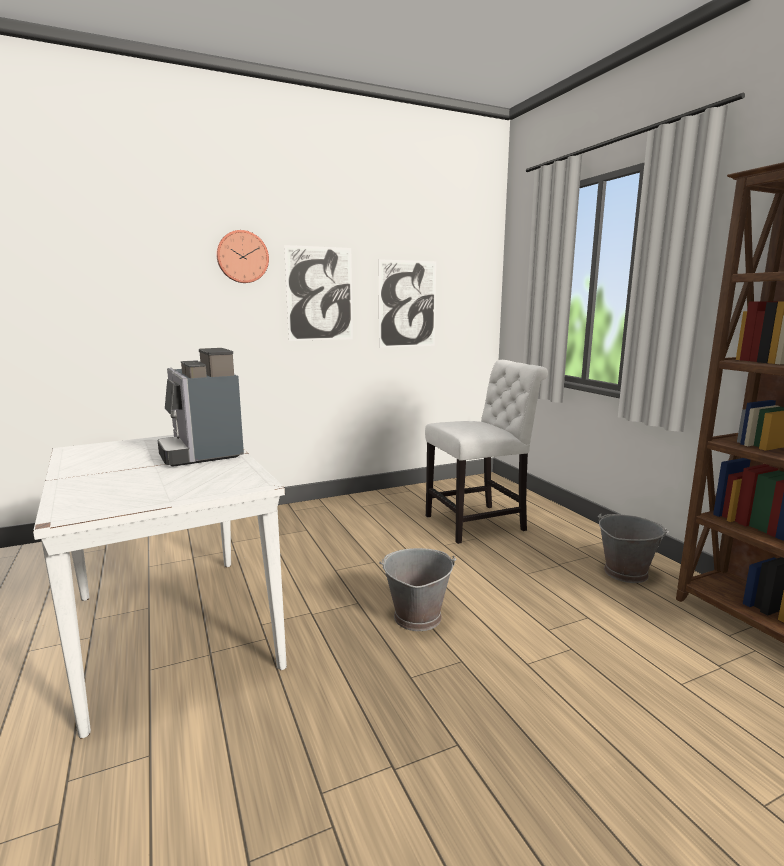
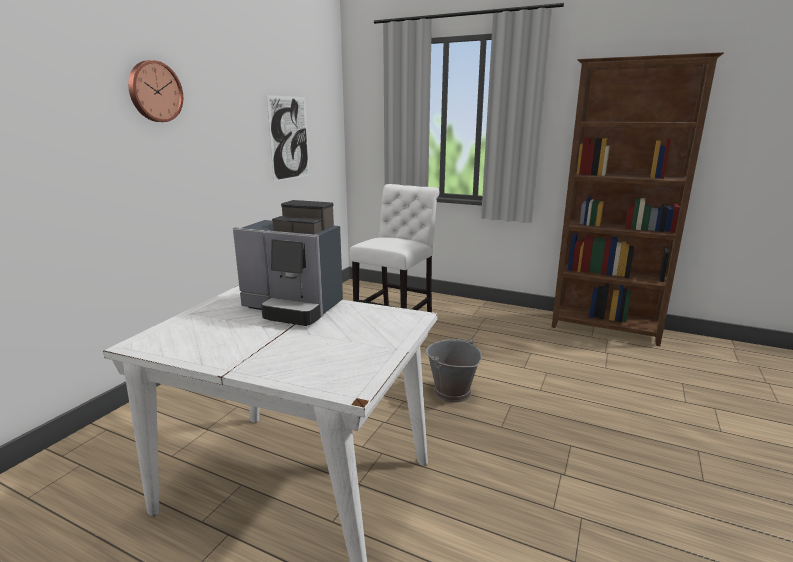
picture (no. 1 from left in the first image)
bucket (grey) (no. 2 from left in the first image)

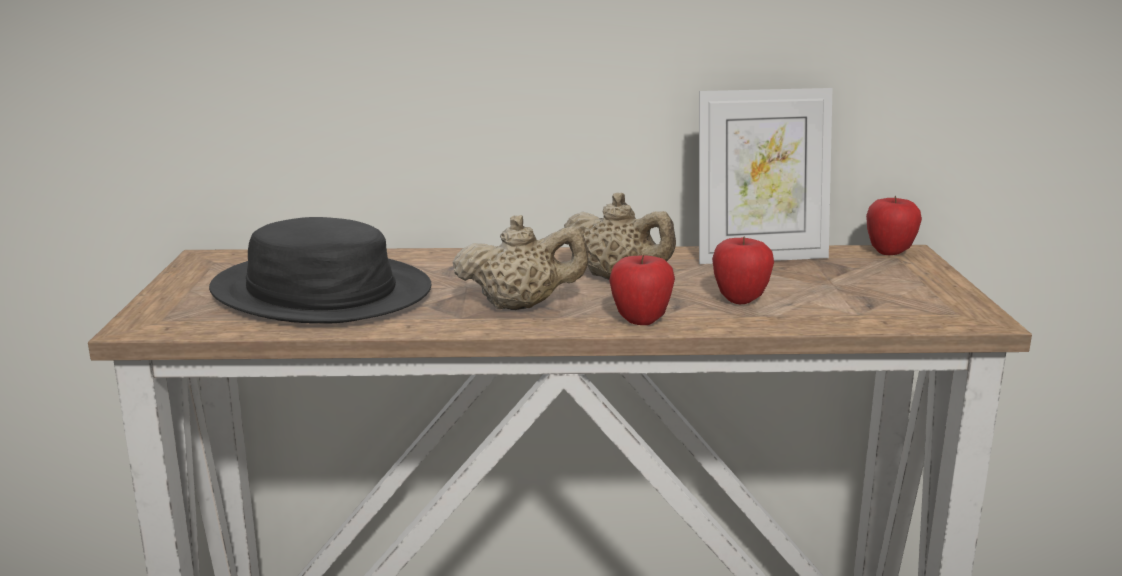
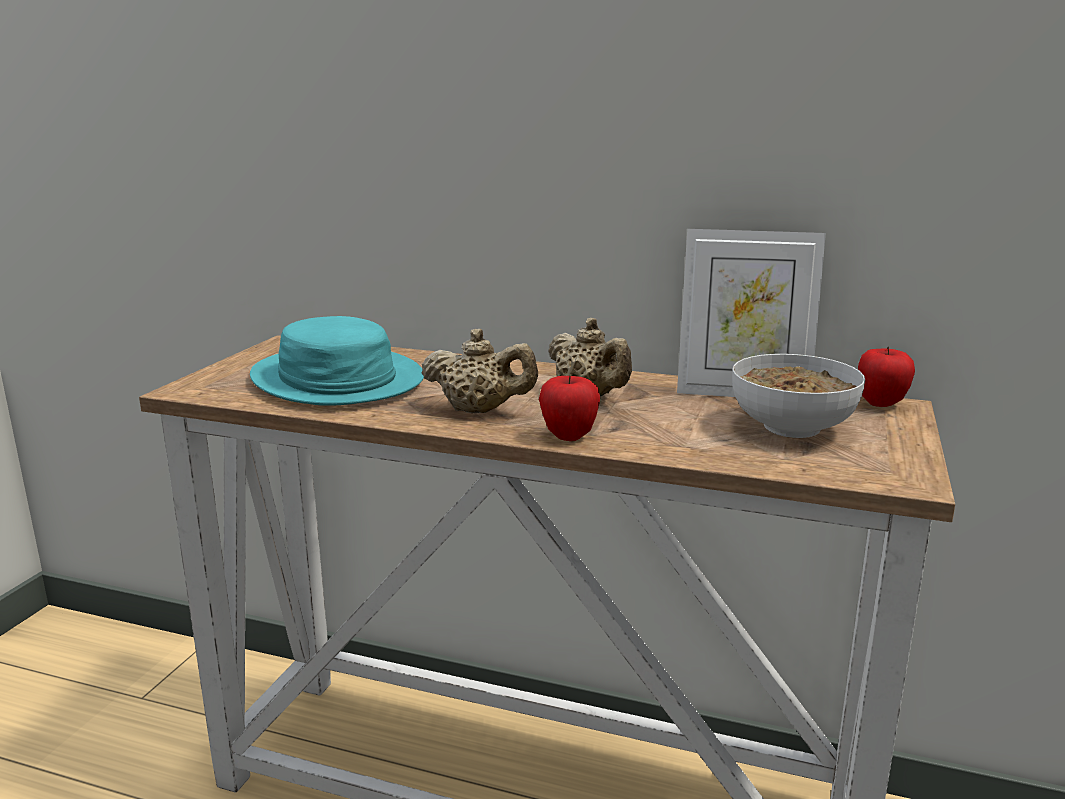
hat (turquoise)
apple (no. 2 from left in the first image)
bowl

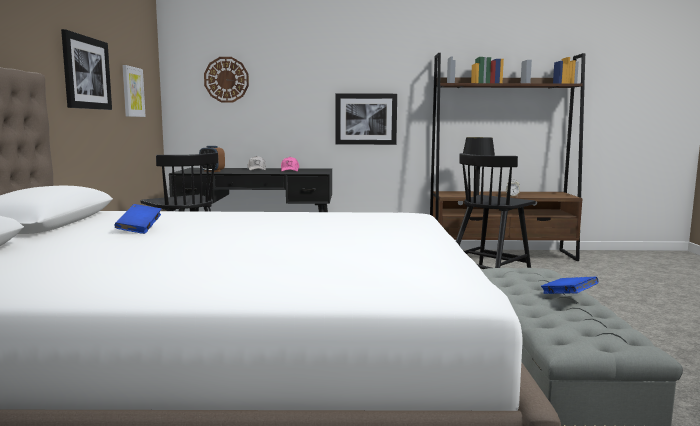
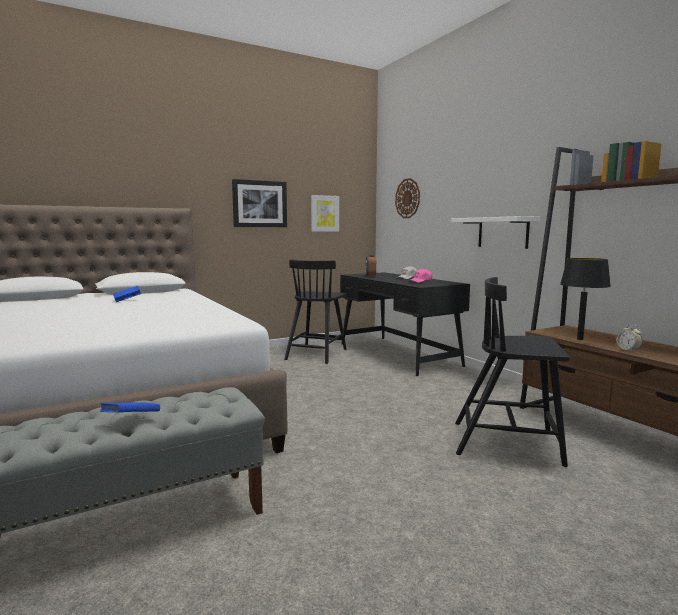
shelf (white)

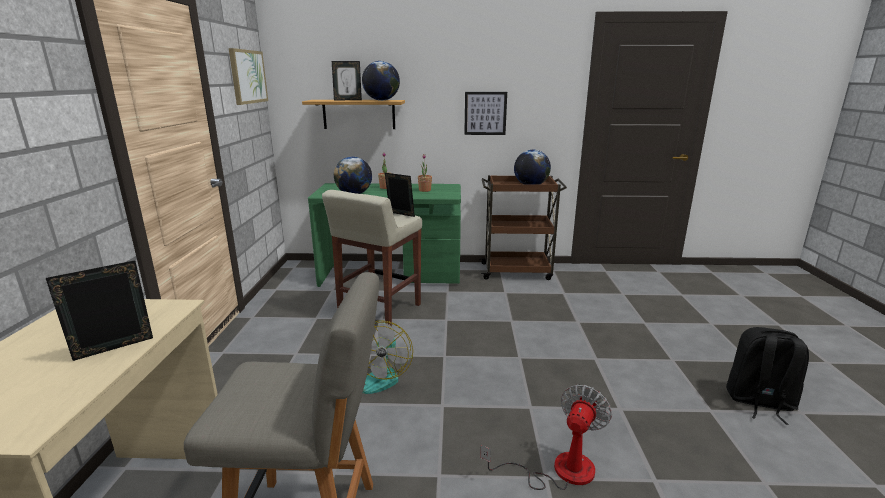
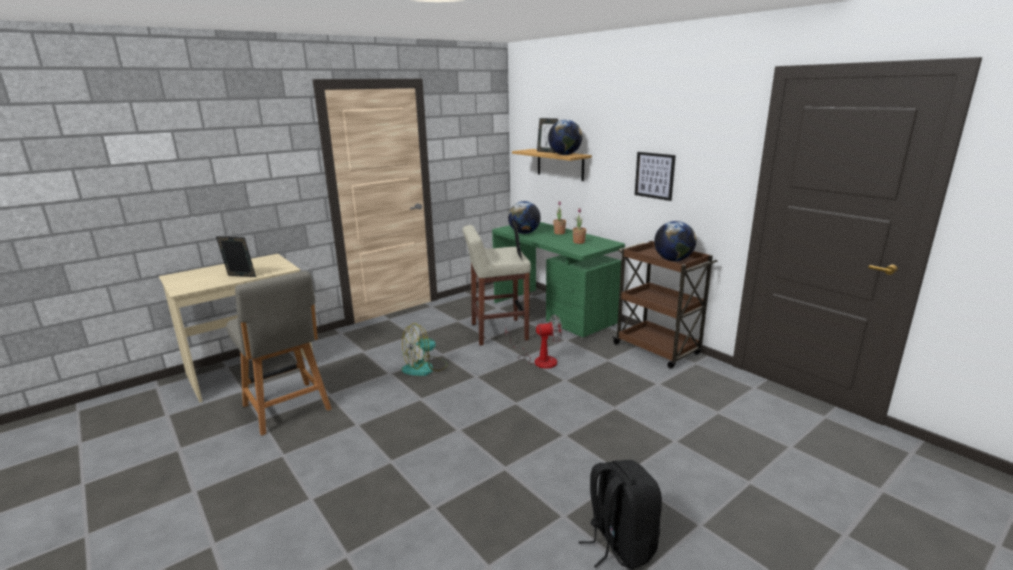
picture (no. 1 from left in the first image)
fan (no. 2 from left)

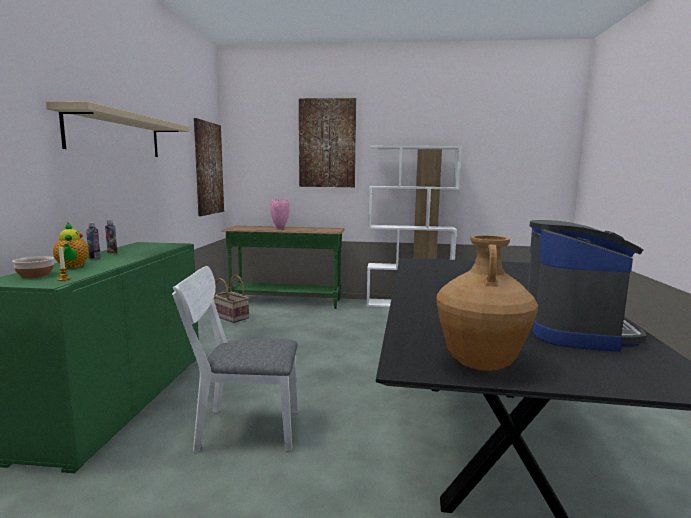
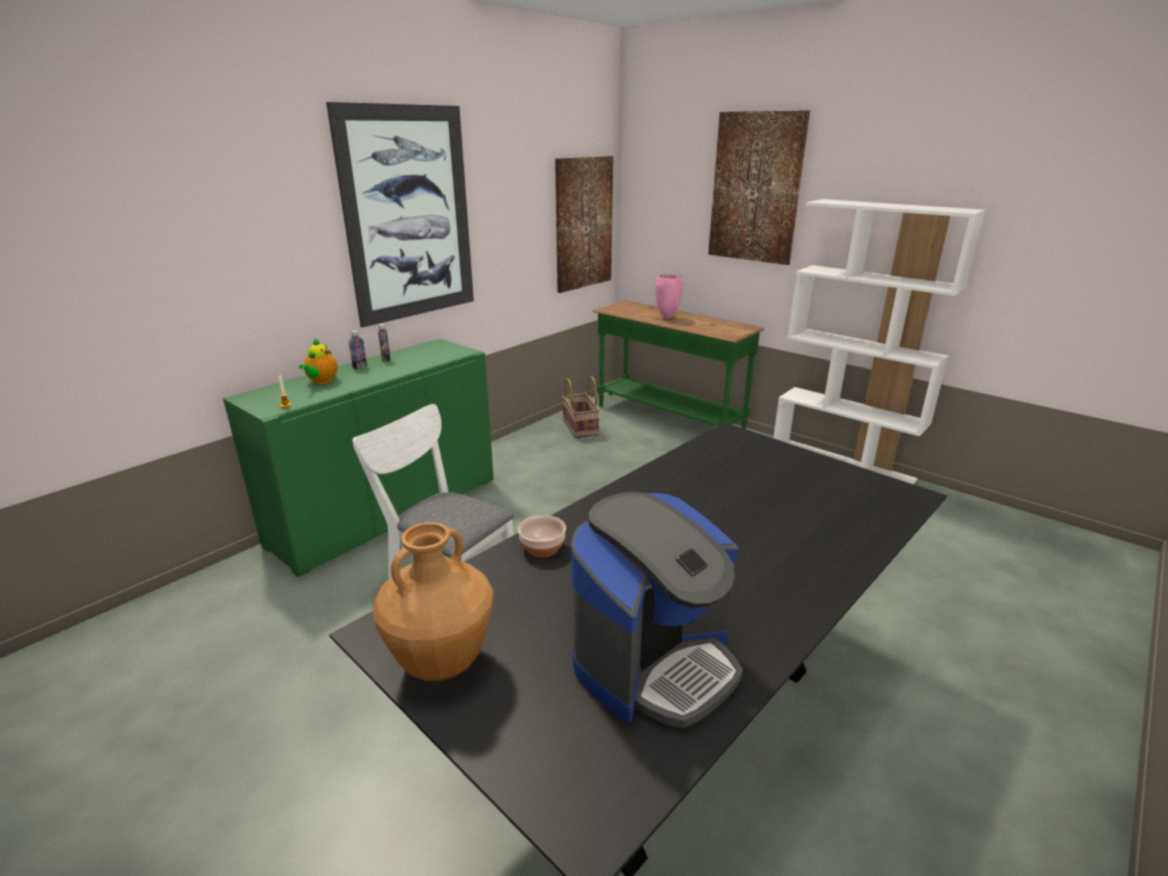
picture (no. 1 from left)
bowl

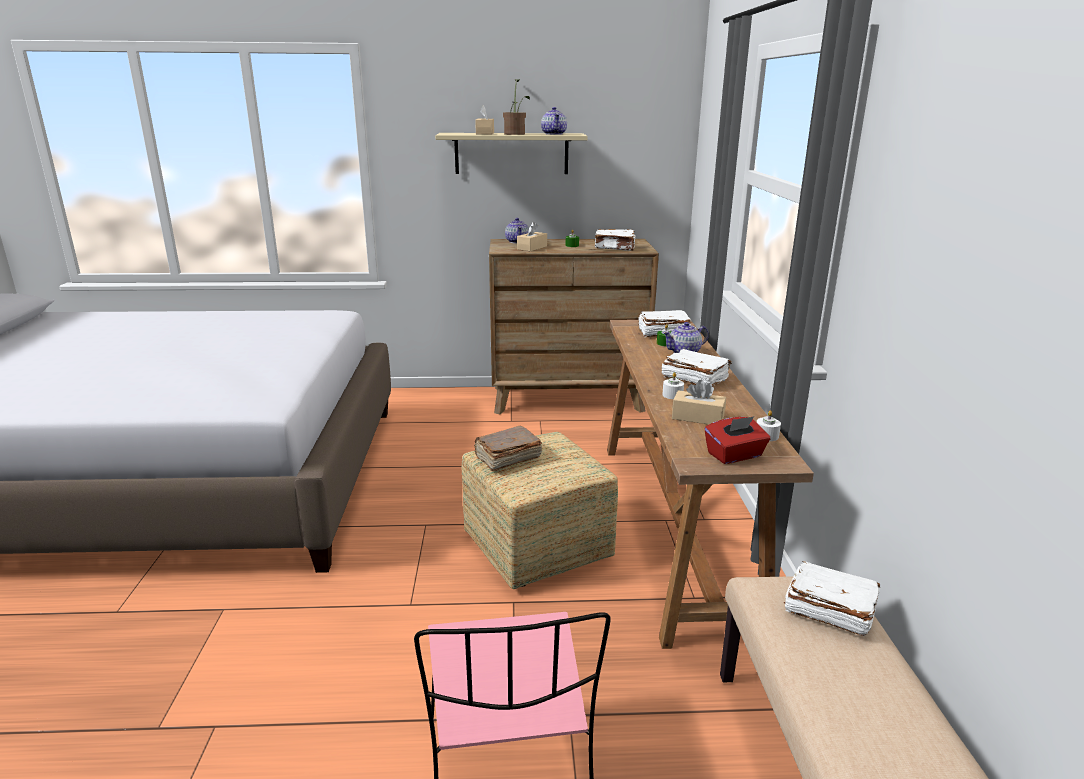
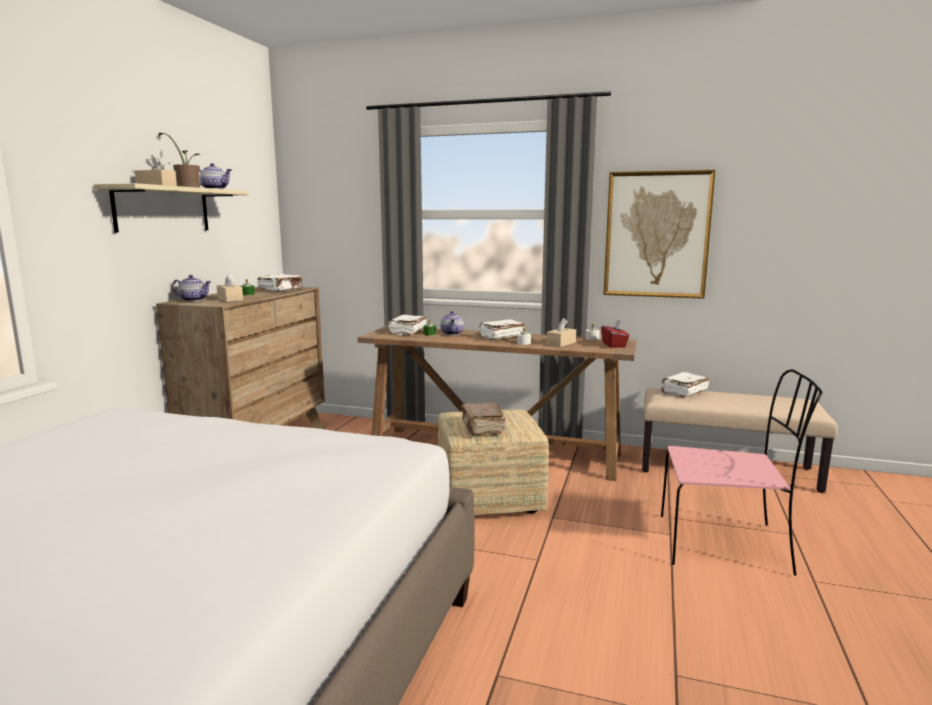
picture

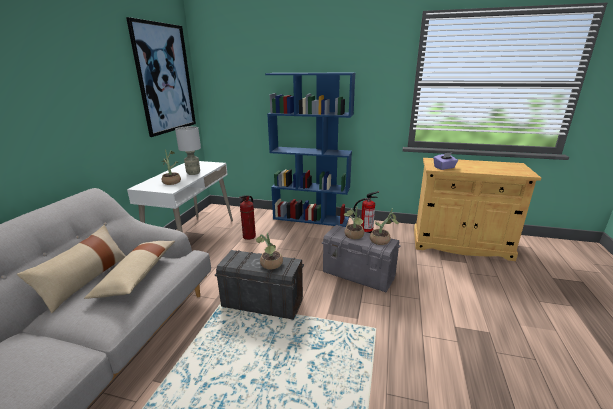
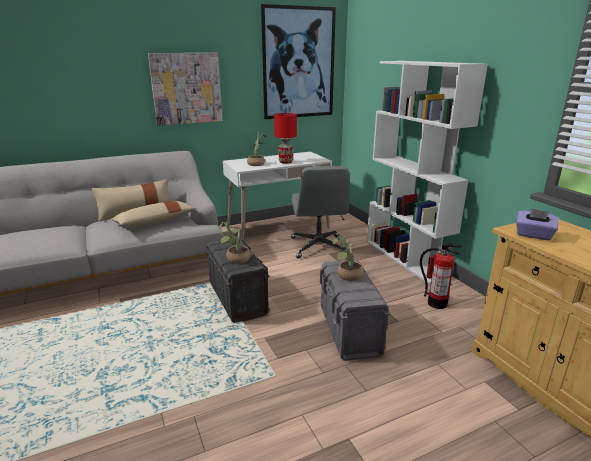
bookcase (white)
table lamp (red)
office chair (grey)
potted plant (no. 4 from left in the first image)
picture (no. 1 from left)

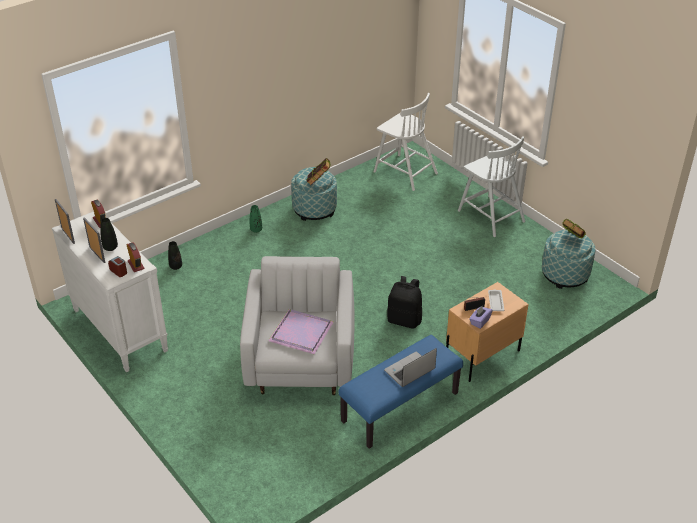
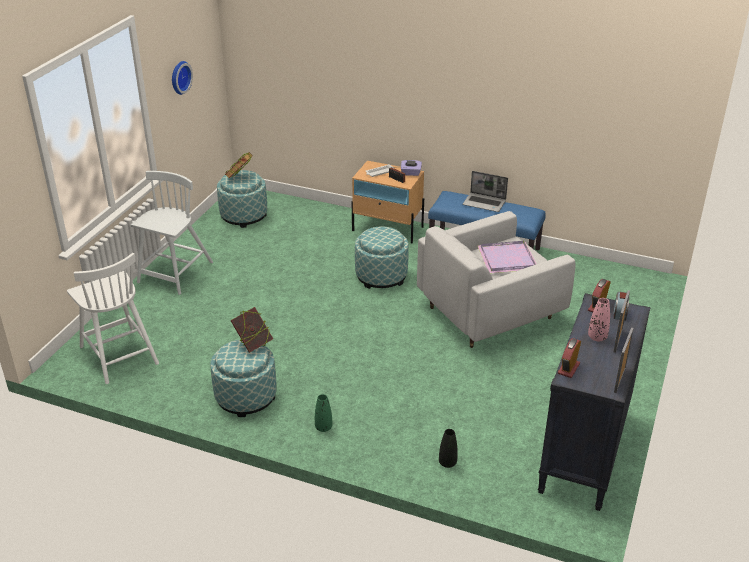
chair (white) (no. 1 from left)
dresser (black)
vase (pink)
ottoman (no. 3 from left)
wall clock

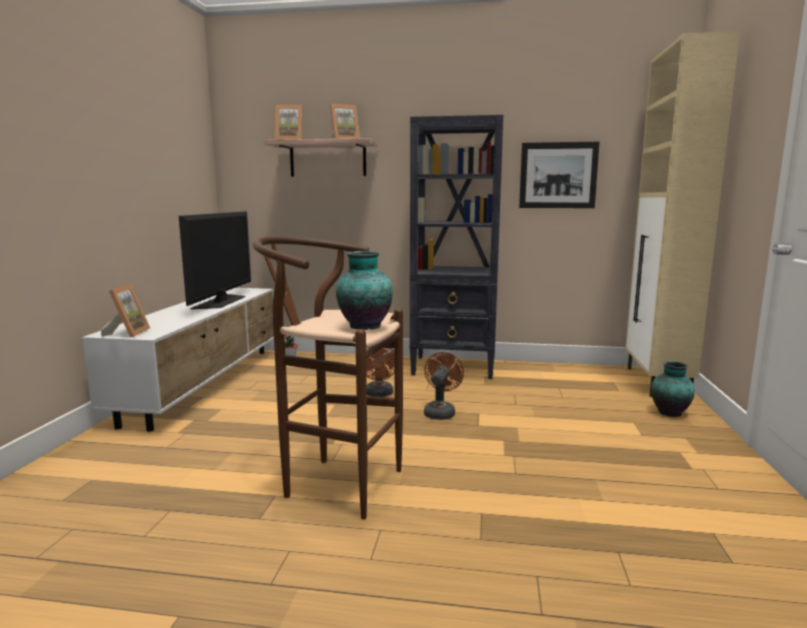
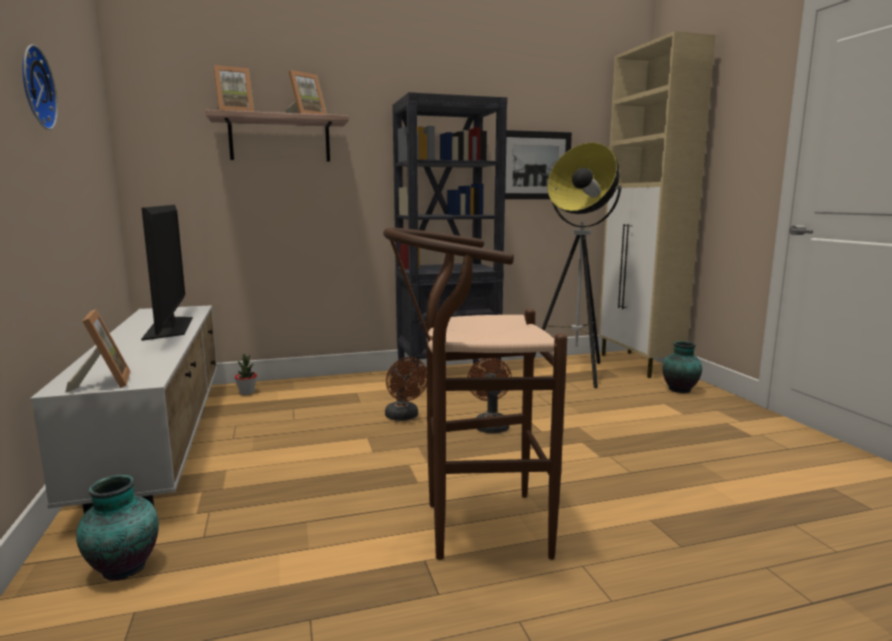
vase (no. 1 from left)
wall clock
floor lamp

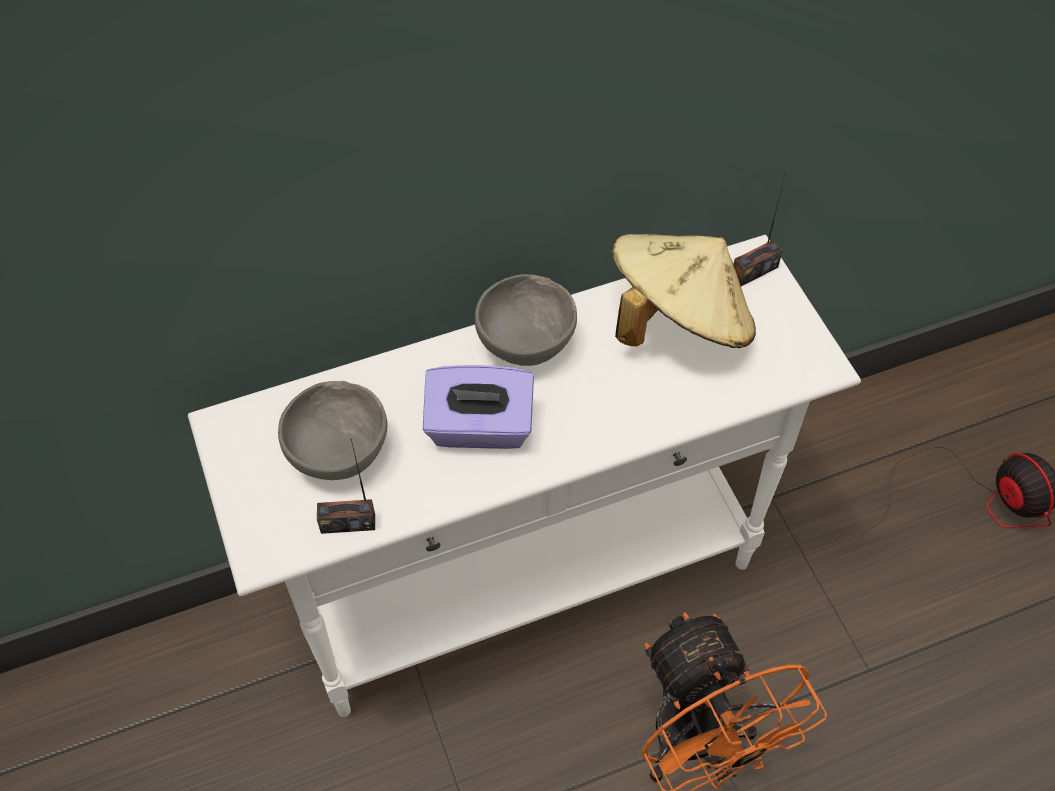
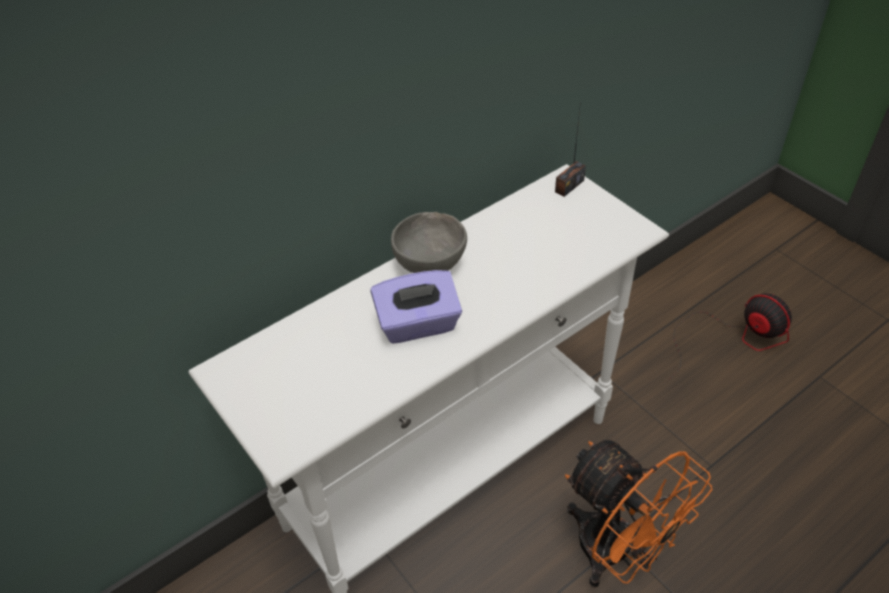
hat (beige)
bowl (grey) (no. 1 from left in the first image)
radio (no. 1 from left in the first image)

